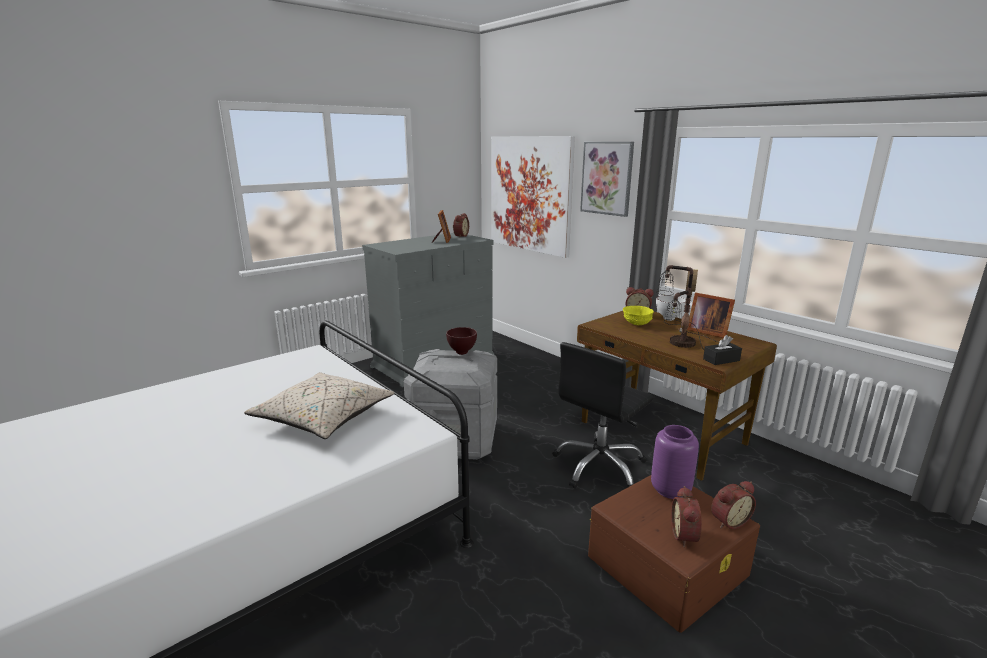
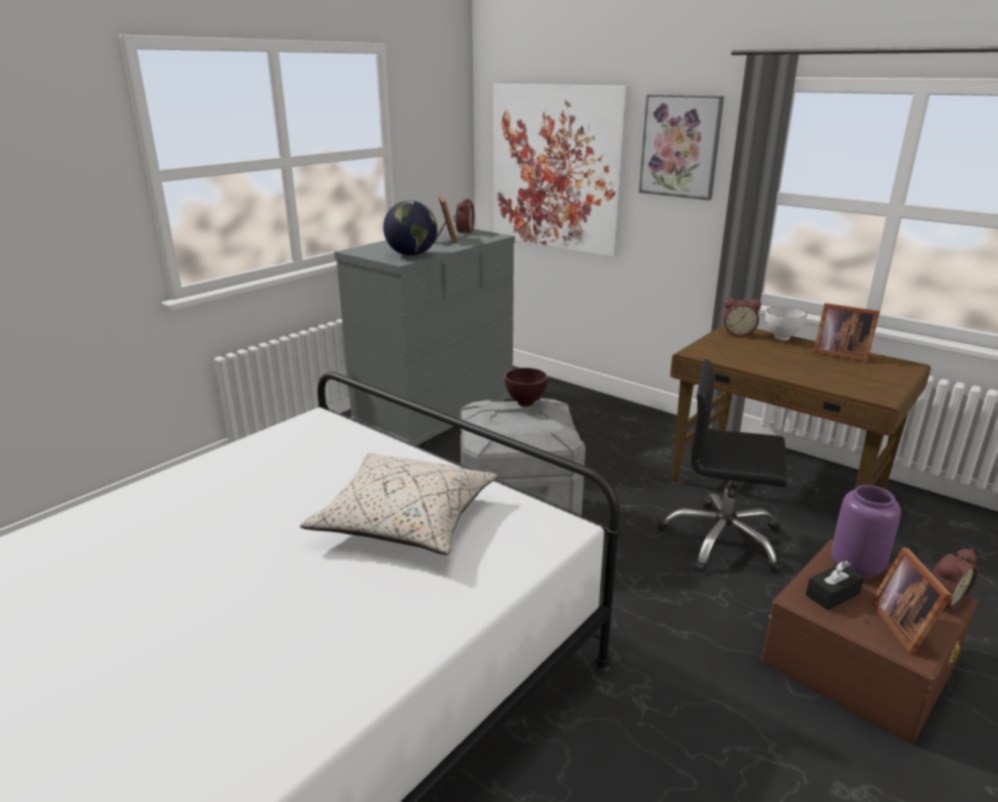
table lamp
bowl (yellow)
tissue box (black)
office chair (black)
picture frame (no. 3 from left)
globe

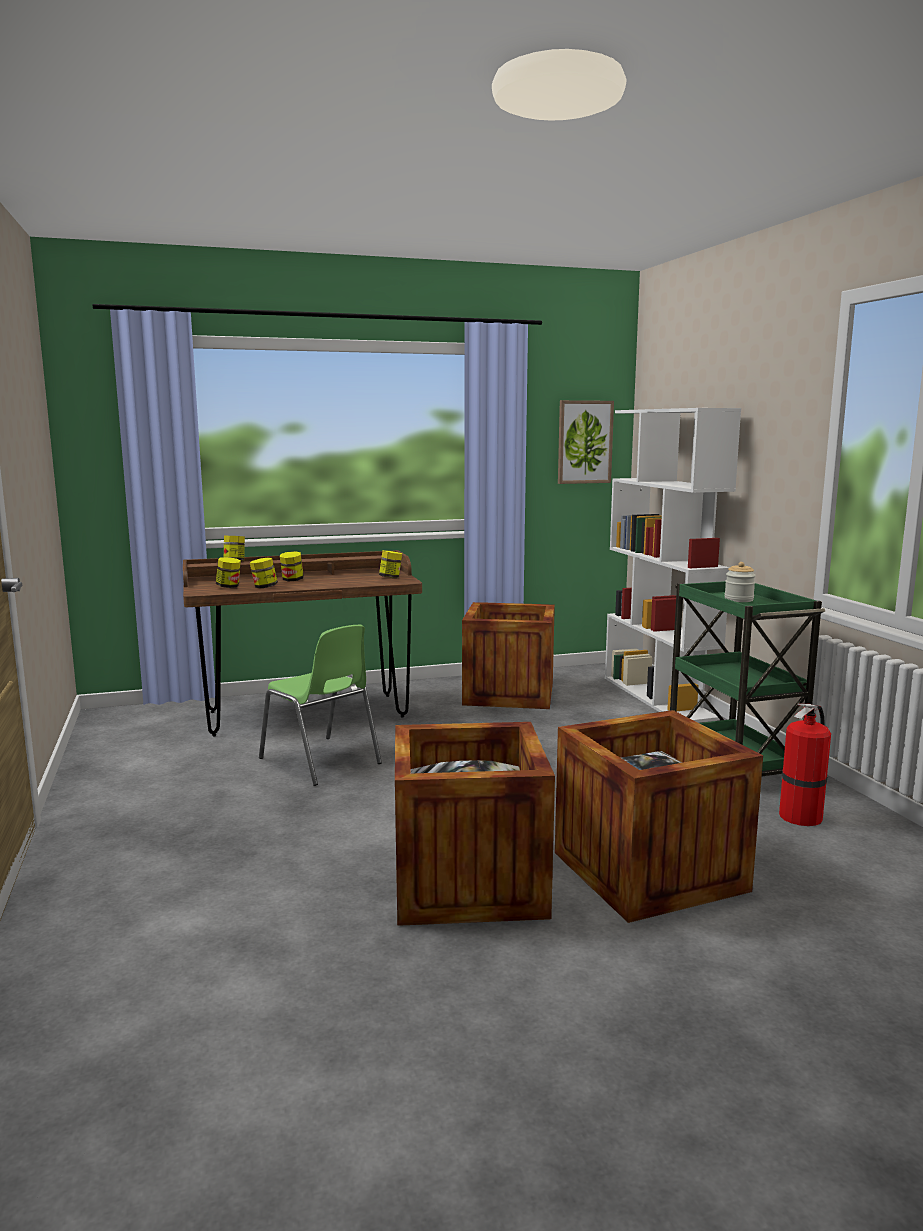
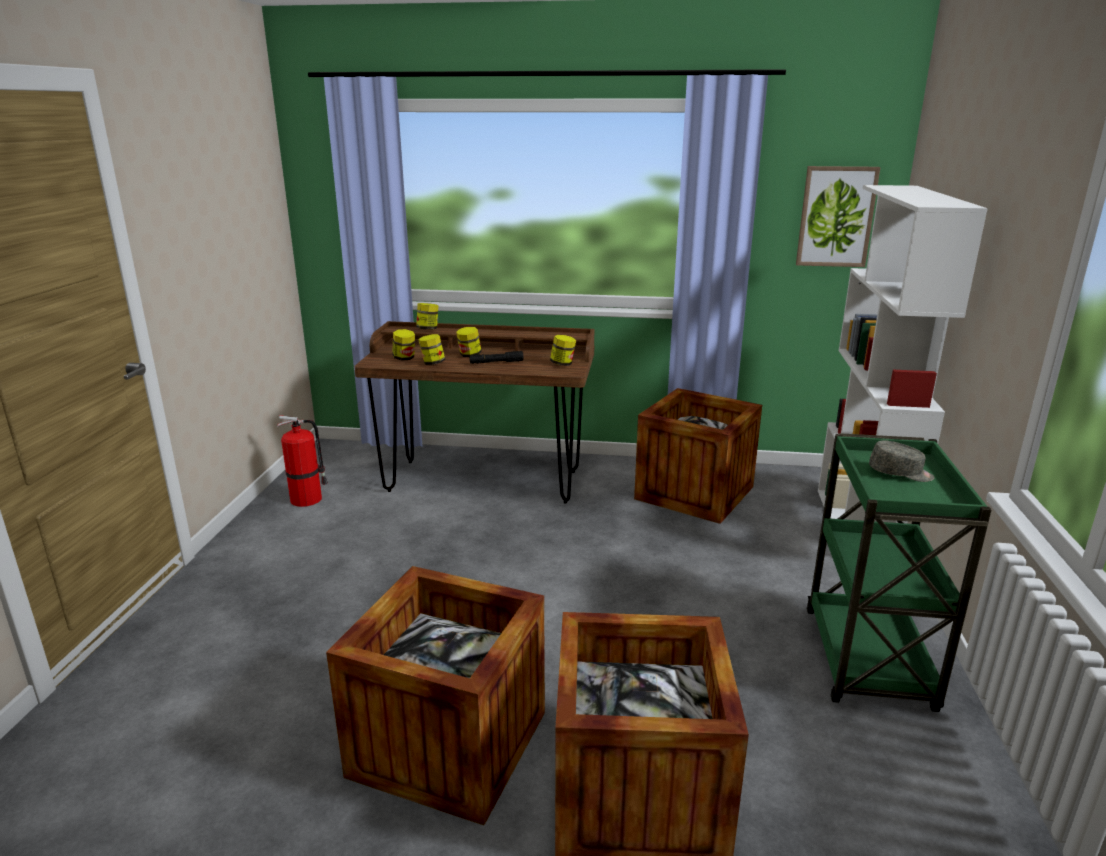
cap (grey)
chair (green)
fire extinguisher
flashlight (black)

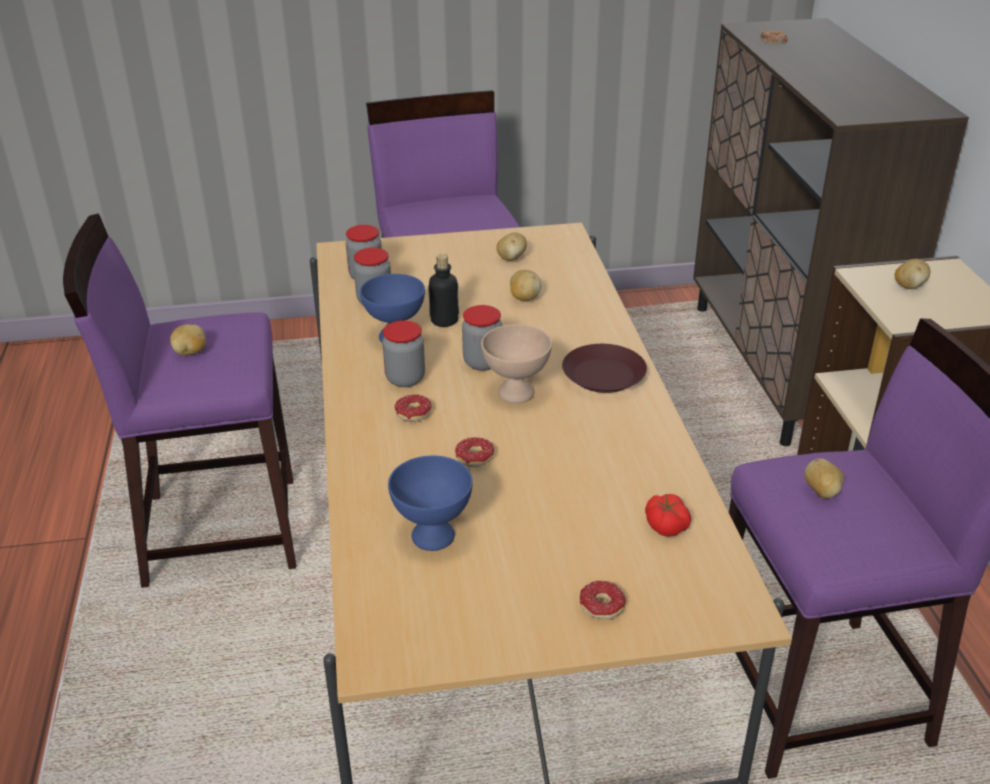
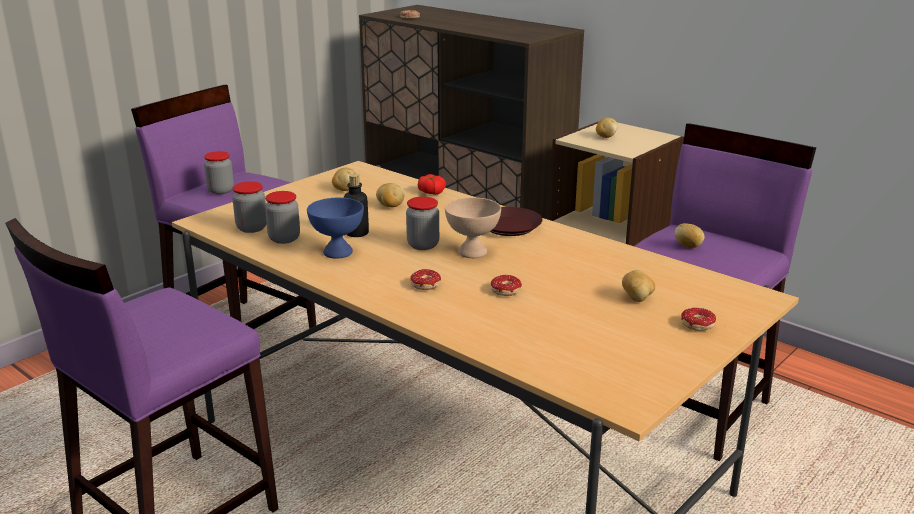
jar (no. 1 from left)
potato (no. 4 from left)
bowl (blue) (no. 2 from left in the first image)
tomato

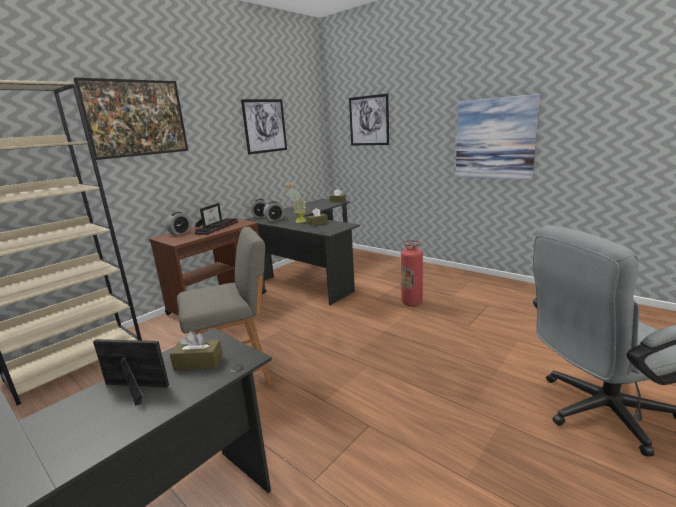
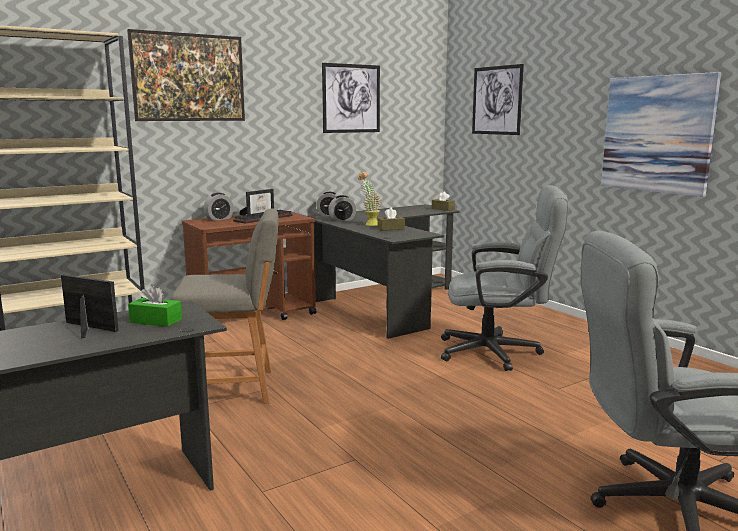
office chair (grey) (no. 1 from left)
tissue box (green)

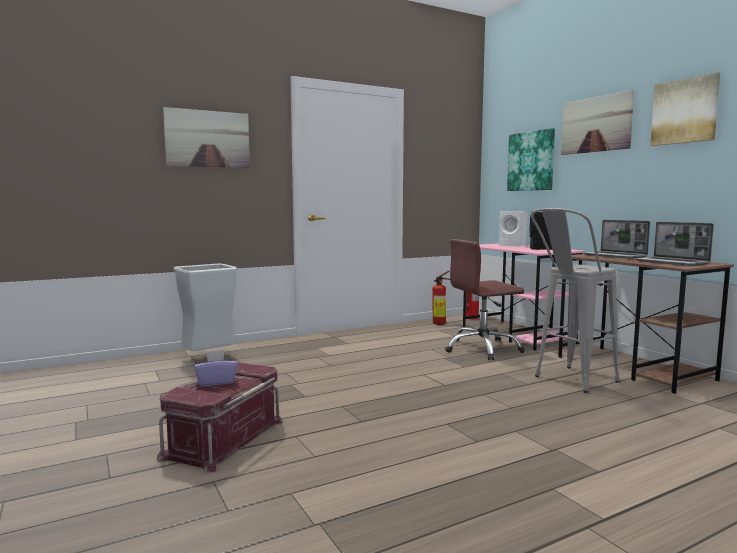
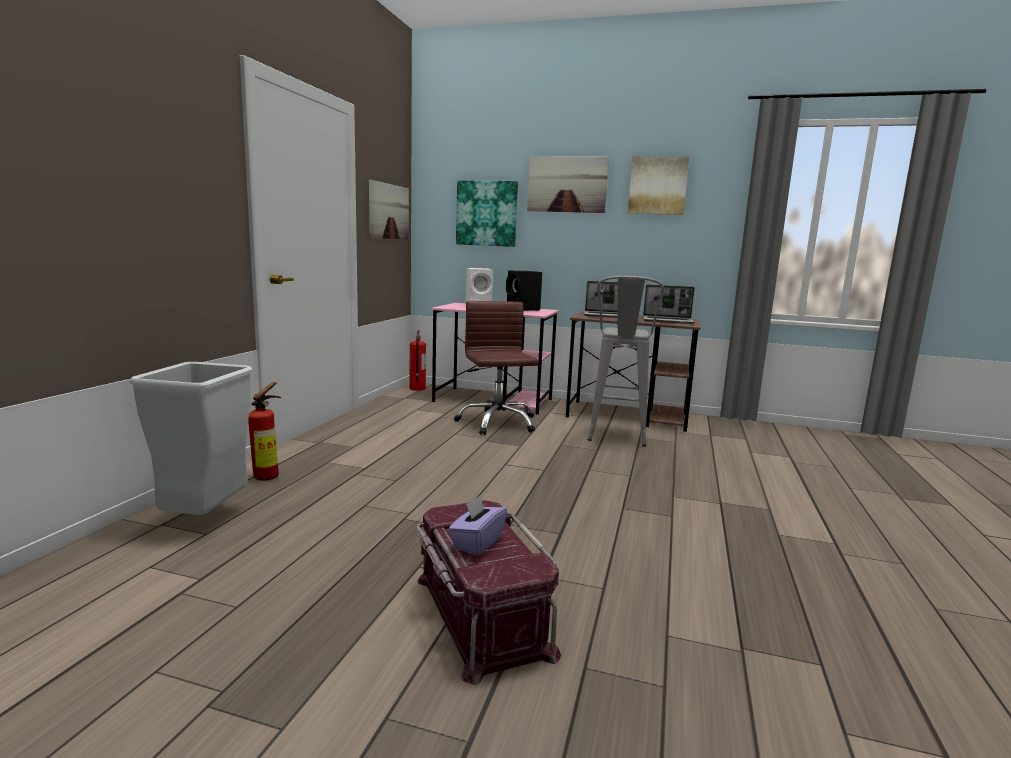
picture (no. 1 from left)
office chair (brown)
fire extinguisher (no. 1 from left)

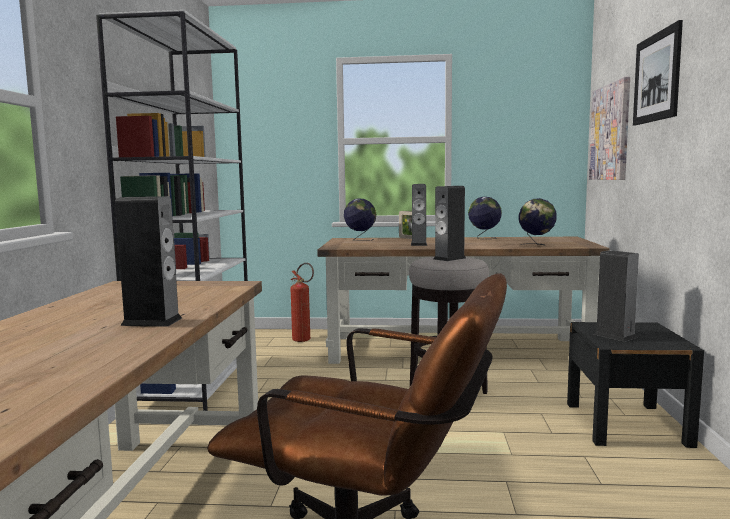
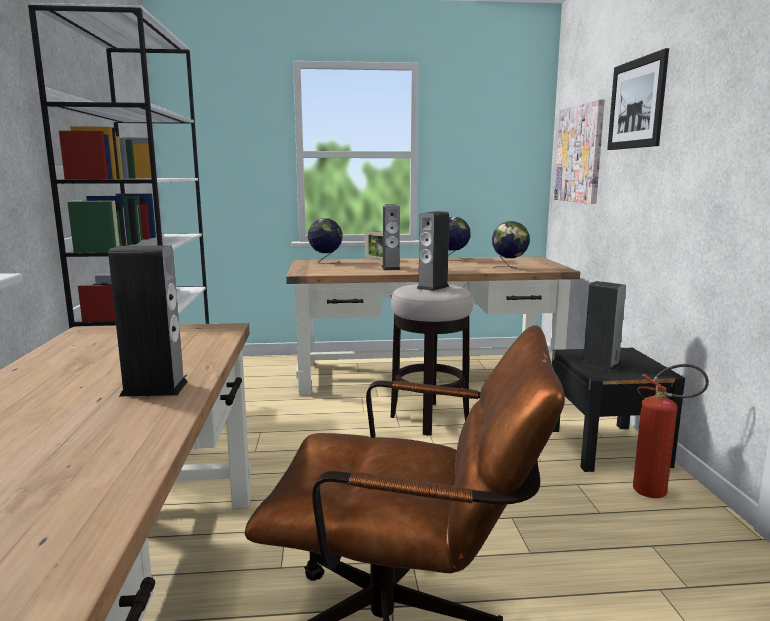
fire extinguisher

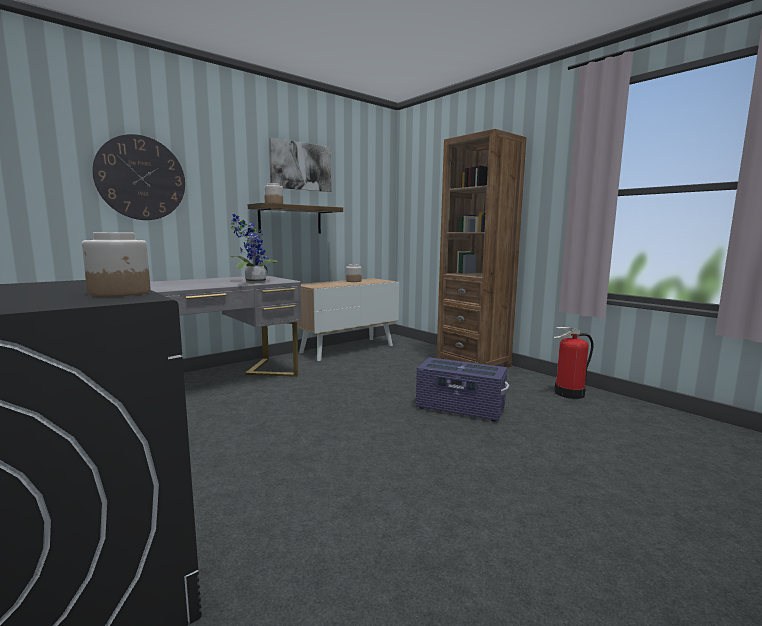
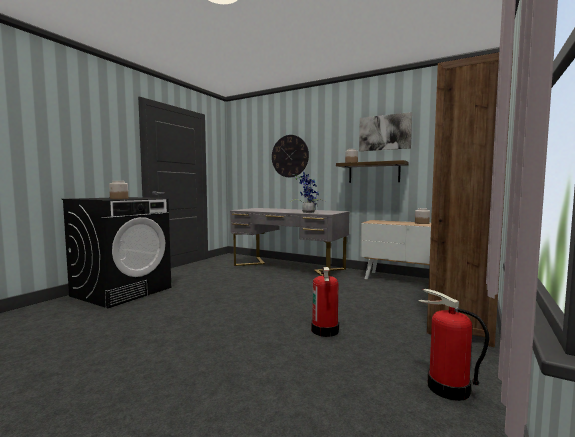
fire extinguisher (no. 1 from left)

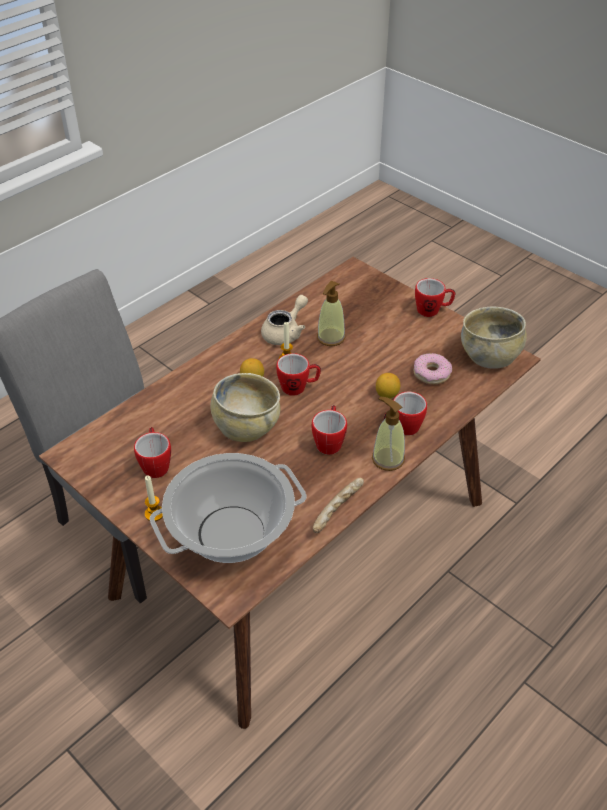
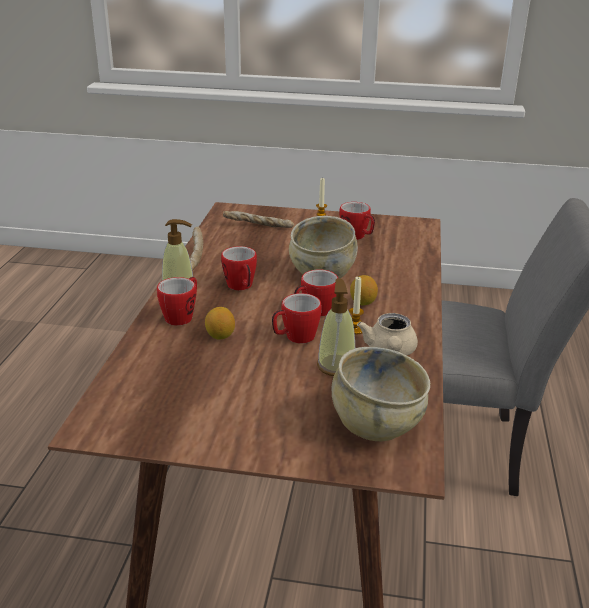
mug (no. 3 from left)
bowl (beige) (no. 2 from left)
donut
bread (no. 2 from left)

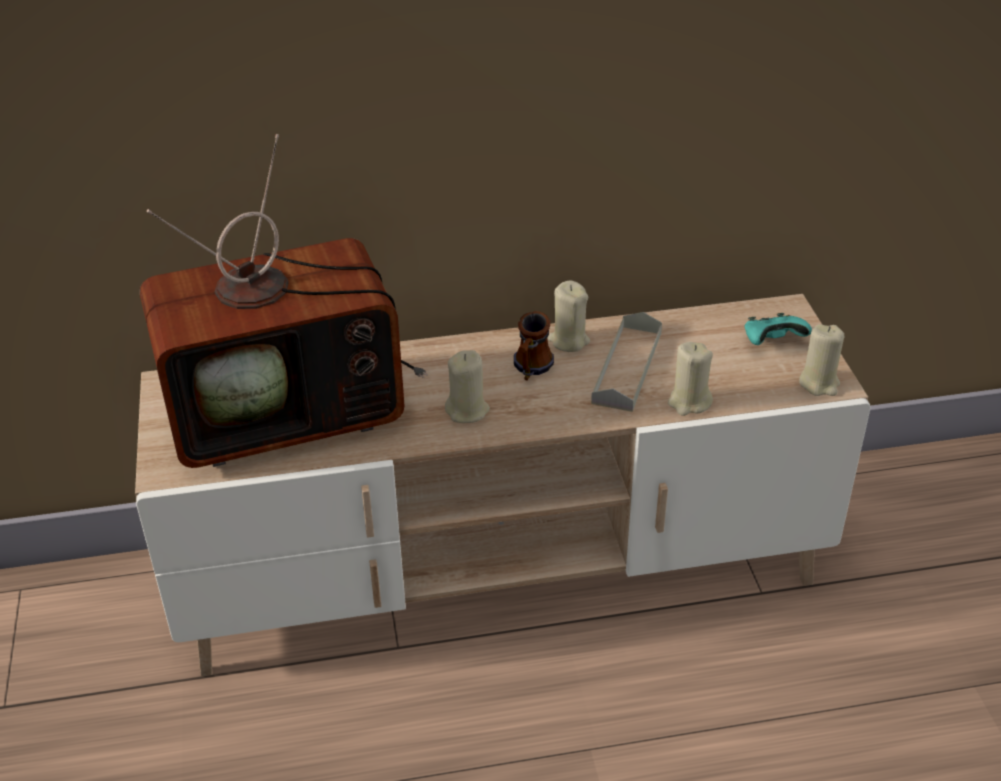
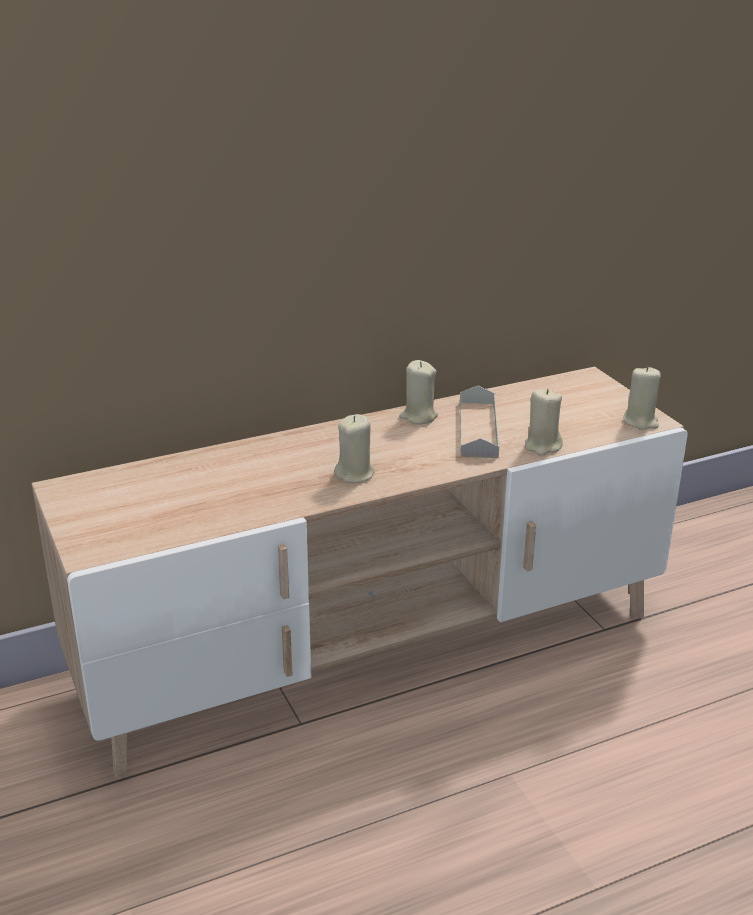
television
mug
game controller (turquoise)

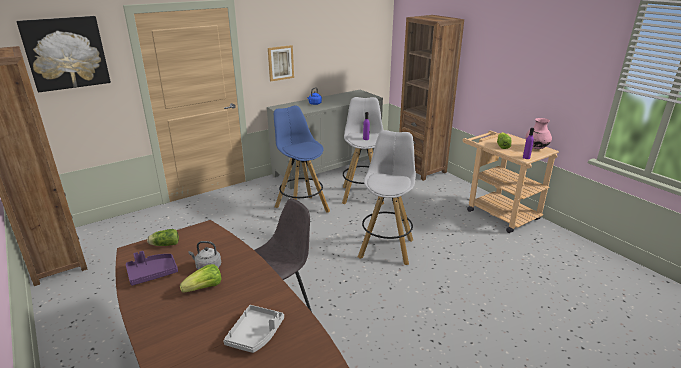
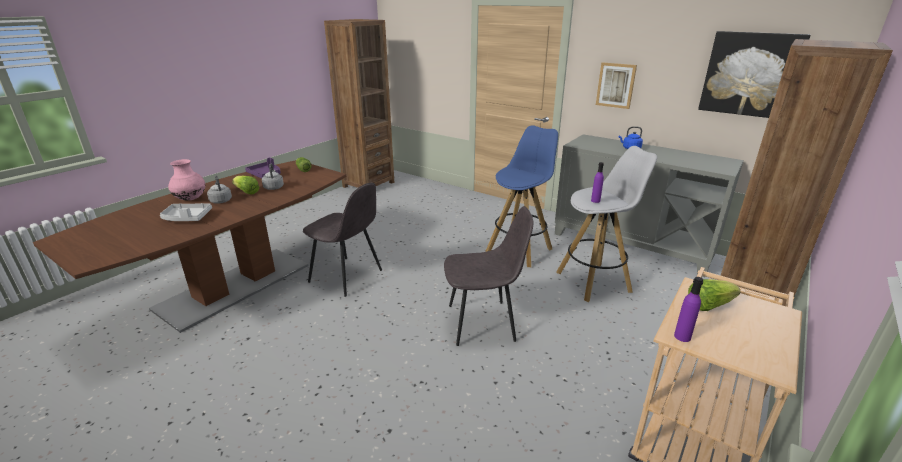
picture (no. 2 from left)
vase (pink)
chair (grey) (no. 2 from left)
kettle (grey) (no. 1 from left)

